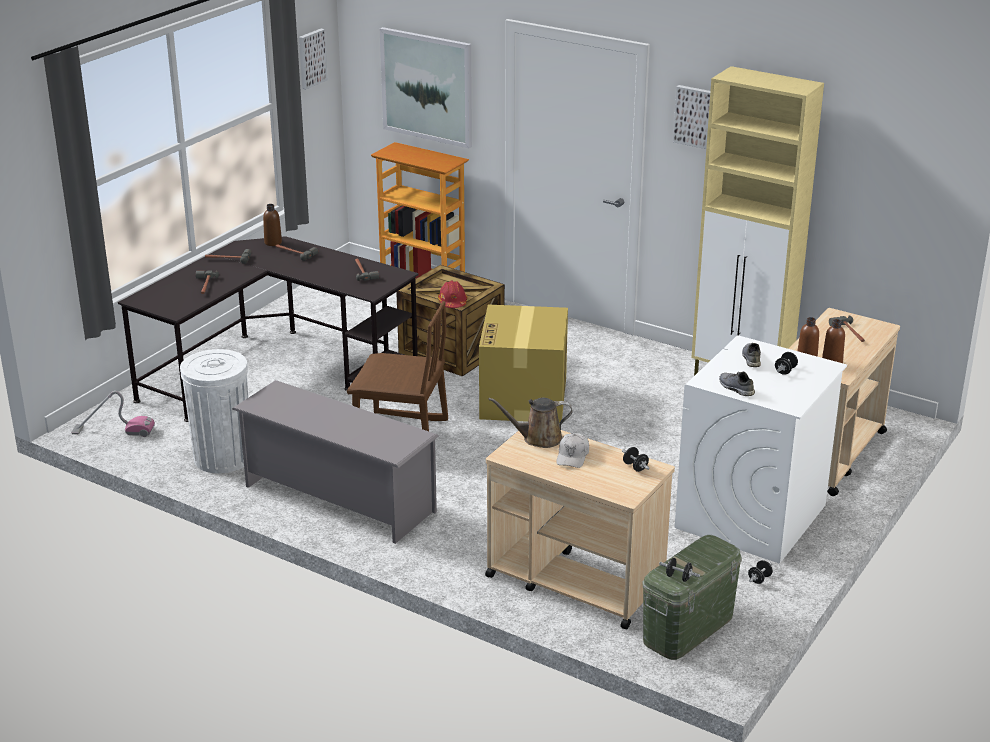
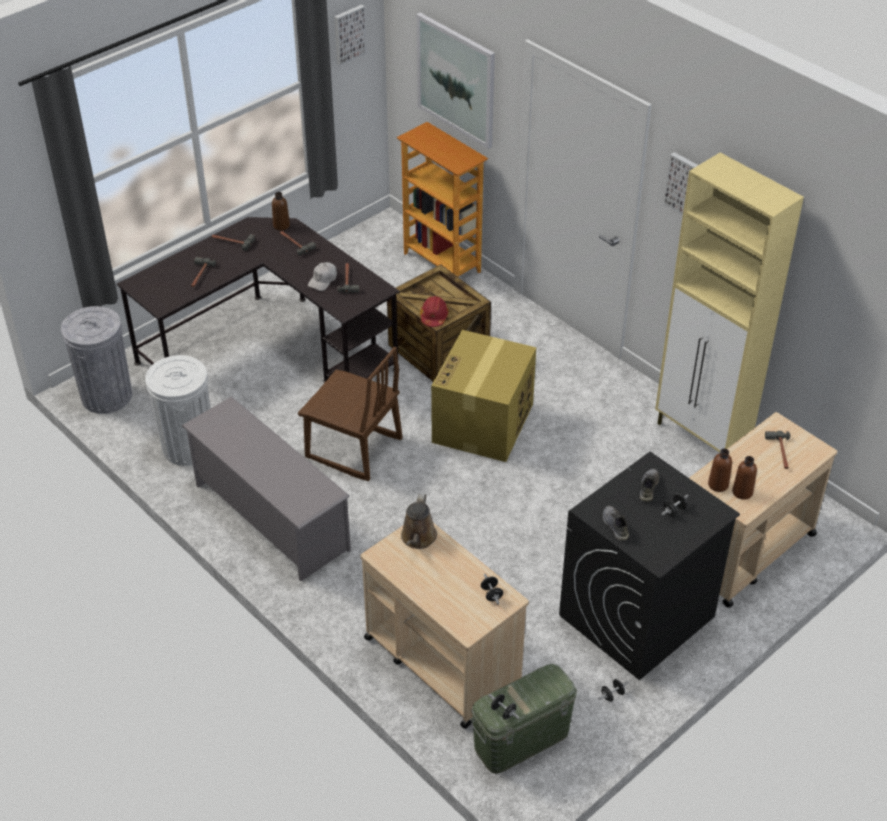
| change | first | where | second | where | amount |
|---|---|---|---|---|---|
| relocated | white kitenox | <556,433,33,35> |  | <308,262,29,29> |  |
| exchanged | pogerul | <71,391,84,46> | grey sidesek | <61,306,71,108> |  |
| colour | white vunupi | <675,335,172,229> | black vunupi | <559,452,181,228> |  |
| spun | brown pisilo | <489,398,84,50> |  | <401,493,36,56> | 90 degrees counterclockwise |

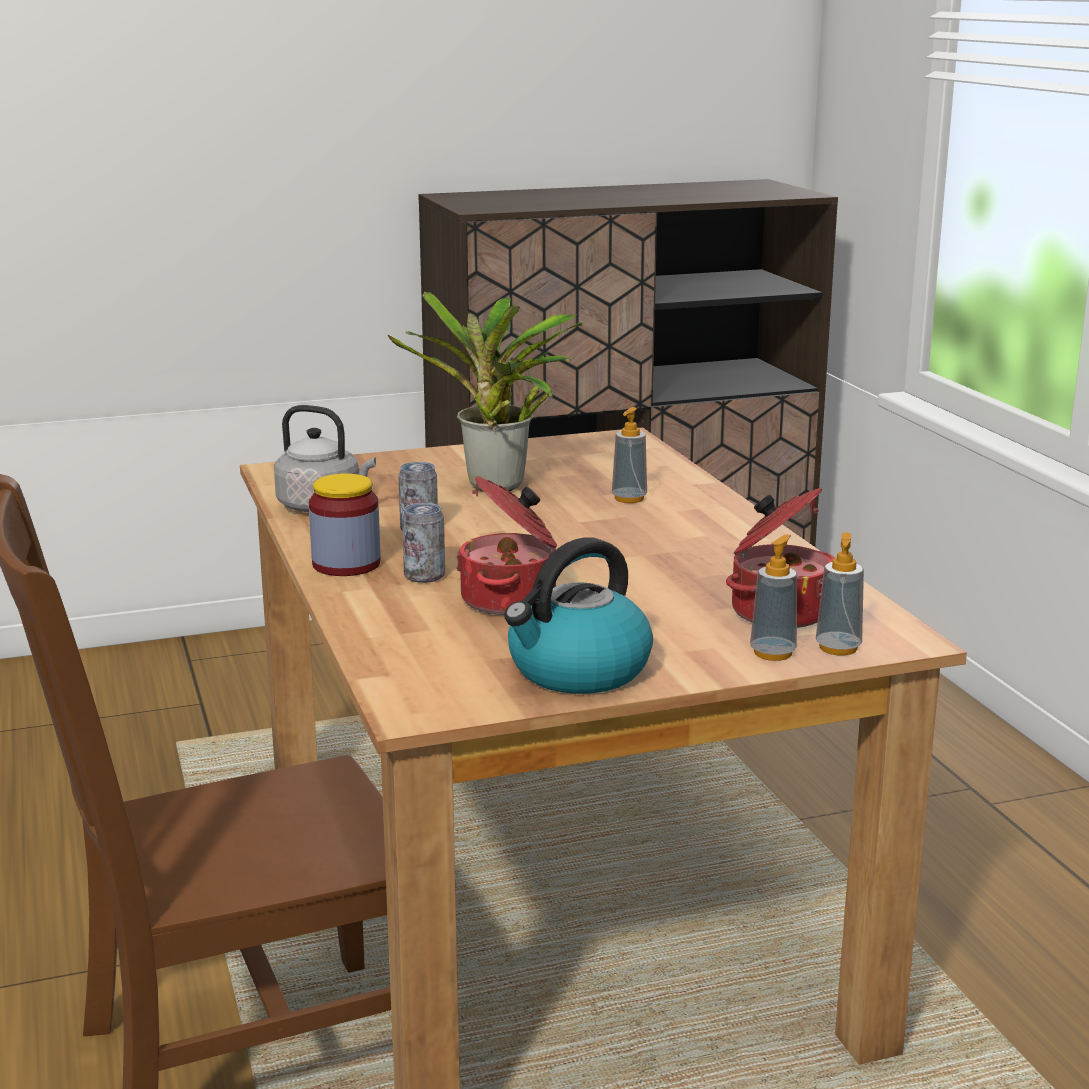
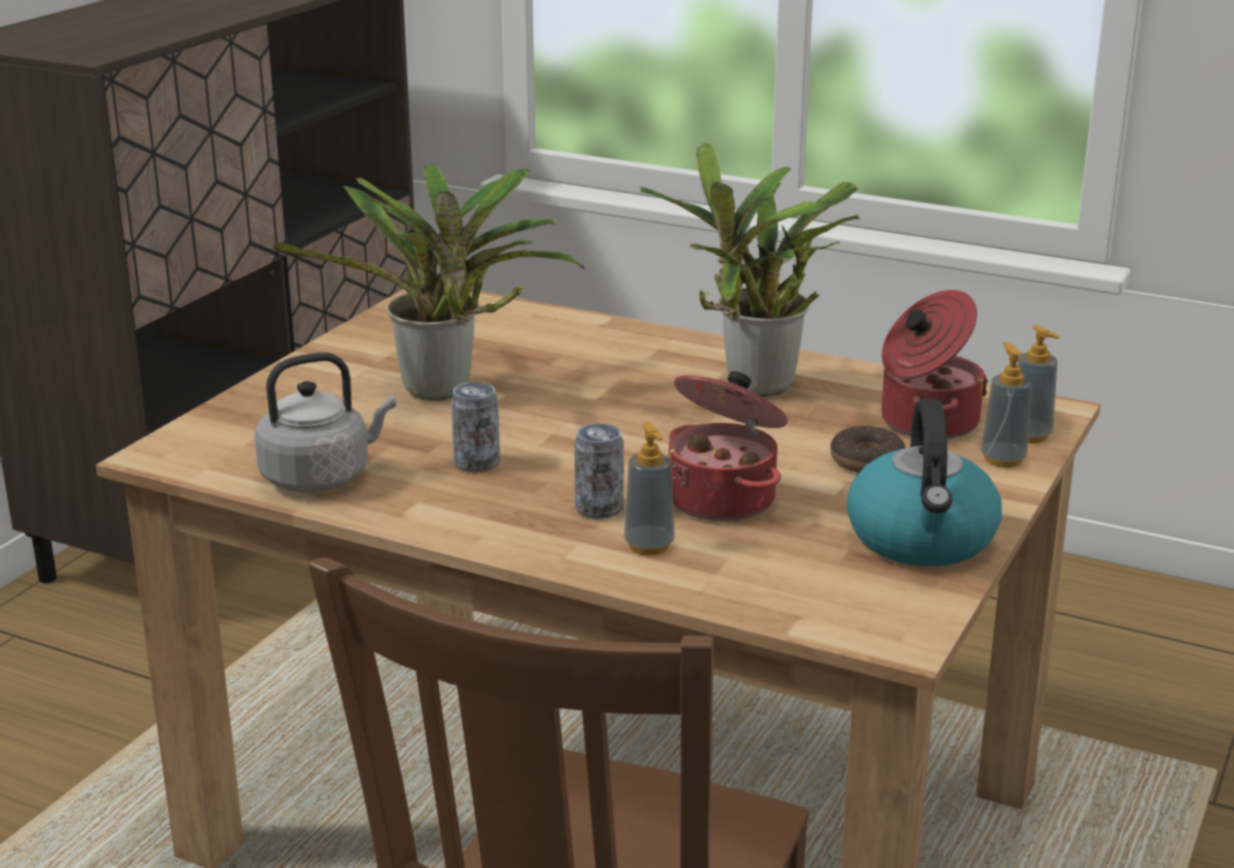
| change | first | where | second | where | amount |
|---|---|---|---|---|---|
| missing | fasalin | <309,473,72,103> |  |  |  |
| appeared |  |  | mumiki | <639,142,222,254> |  |
| appeared |  |  | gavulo | <830,426,75,47> |  |
| relocated | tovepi | <612,407,35,96> |  | <624,422,51,133> |  |

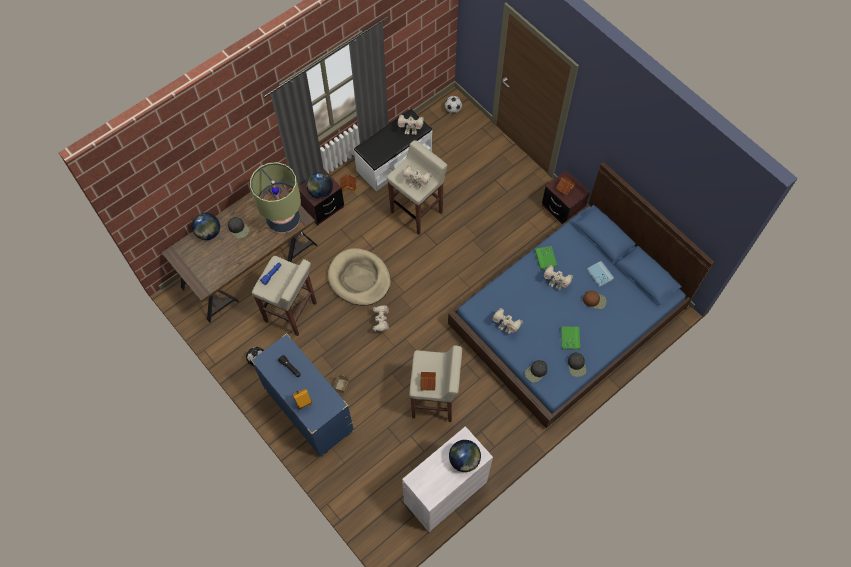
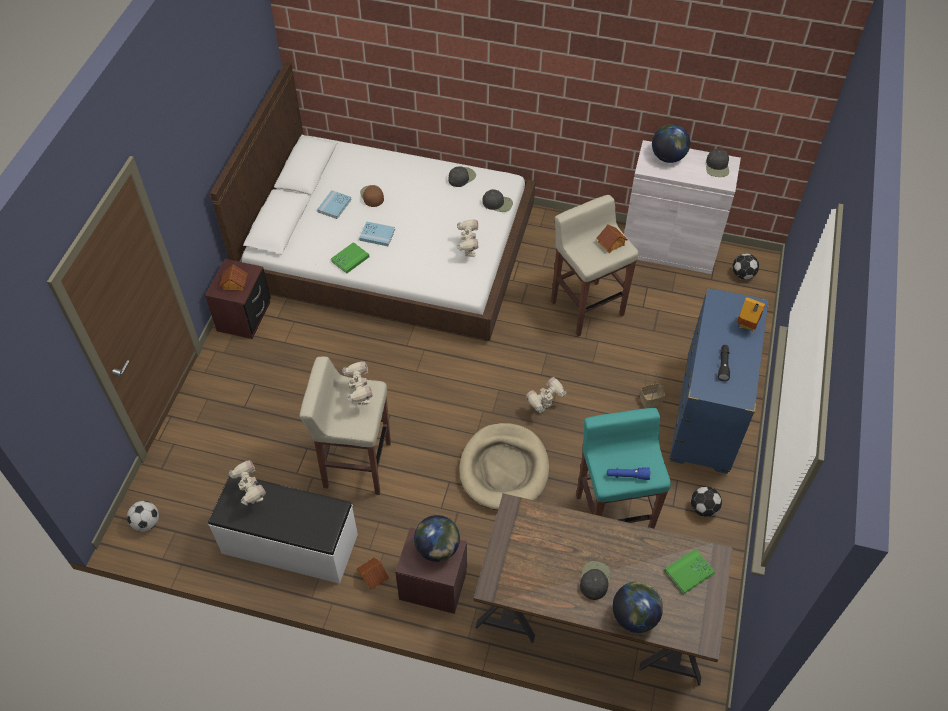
| change | first | where | second | where | amount |
|---|---|---|---|---|---|
| missing | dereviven | <250,162,51,71> |  |  |  |
| appeared |  |  | black kitenox | <706,149,23,28> |  |
| appeared |  |  | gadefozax | <733,254,26,25> |  |
| relocated | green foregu | <561,326,19,24> |  | <664,549,51,45> |  |
| exchanged | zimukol | <544,265,29,25> | blue foregu | <359,221,36,25> |  |
| colour | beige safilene | <252,256,65,80> | turquoise safilene | <576,408,95,121> |  |
| colour | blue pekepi | <448,162,266,266> | white pekepi | <210,62,325,279> |  |

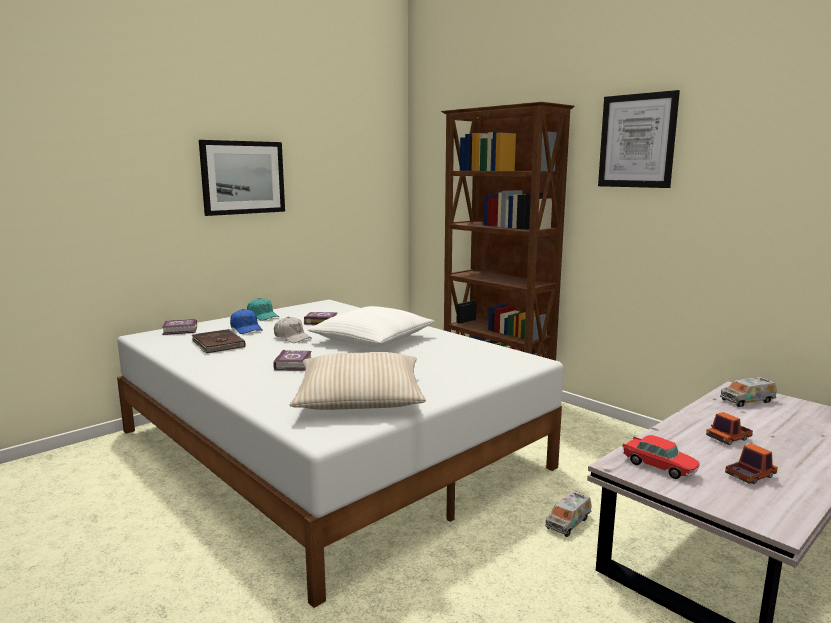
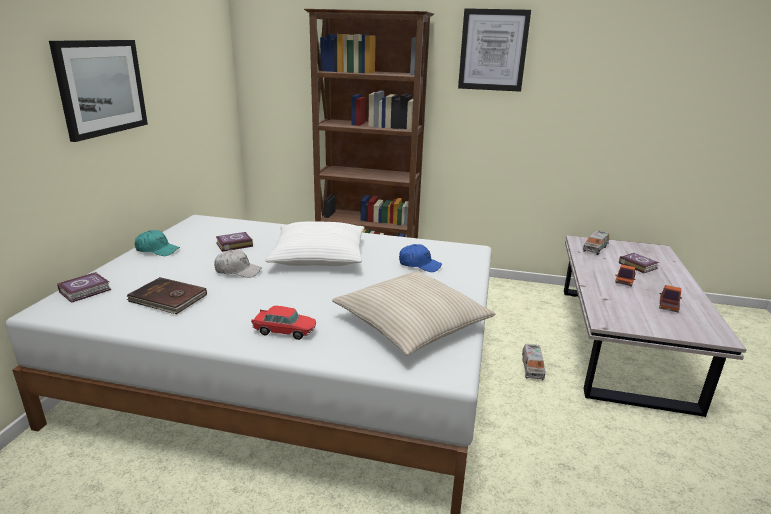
| change | first | where | second | where | amount |
|---|---|---|---|---|---|
| relocated | blue kitenox | <230,309,33,25> |  | <399,244,43,28> |  |
| relocated | foregu | <273,350,39,21> |  | <619,253,40,20> |  |
| relocated | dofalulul | <622,435,78,44> |  | <251,306,65,34> |  |

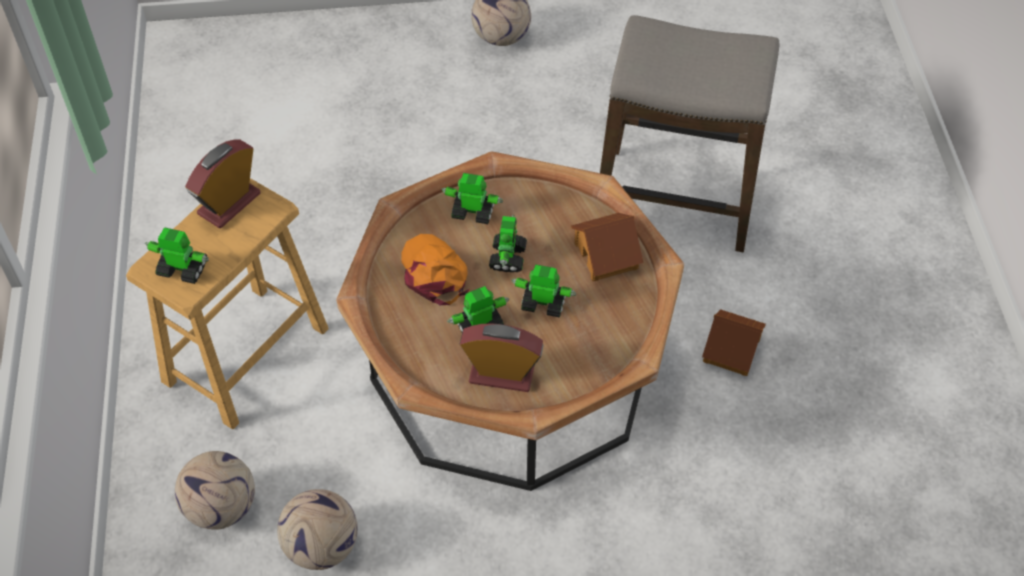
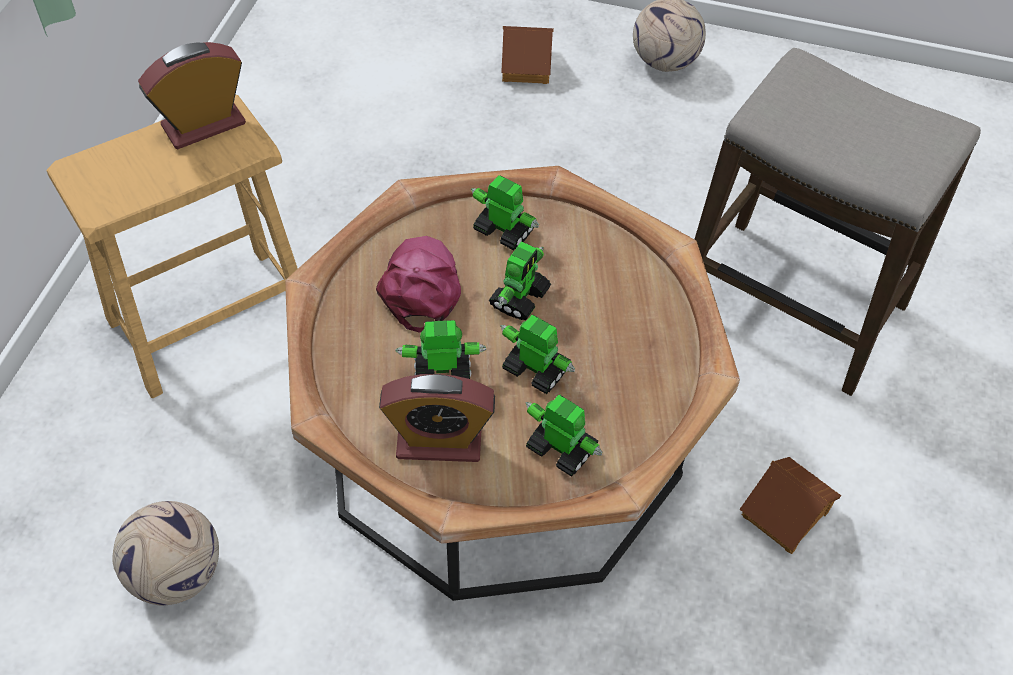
| change | first | where | second | where | amount |
|---|---|---|---|---|---|
| missing | gadefozax | <175,451,80,79> |  |  |  |
| relocated | zimukol | <145,228,64,56> |  | <526,395,77,82> |  |
| relocated | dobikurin | <571,213,72,68> |  | <501,26,53,58> |  |
| colour | orange kitenox | <401,234,69,71> | pink kitenox | <376,236,85,97> |  |
| spun | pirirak | <460,323,84,69> |  | <379,374,116,88> | 150 degrees clockwise |

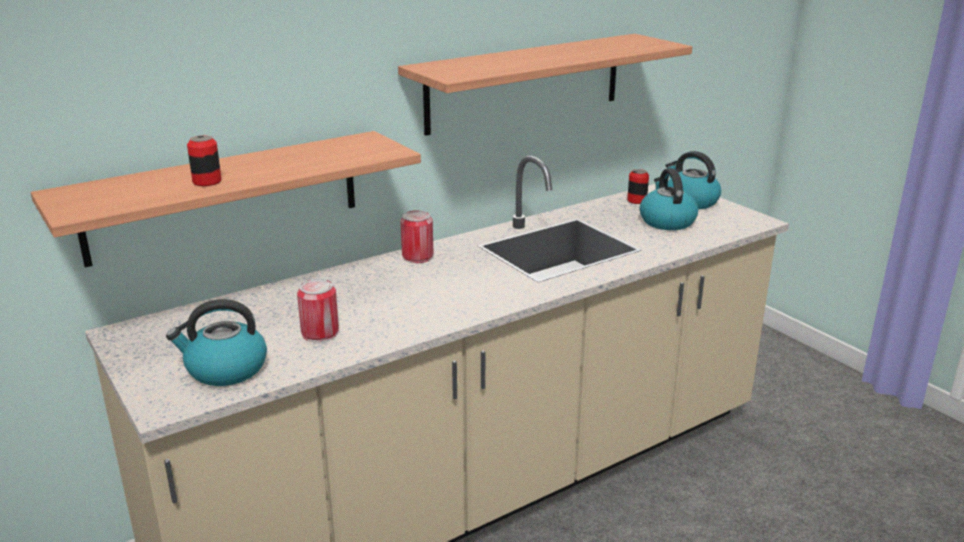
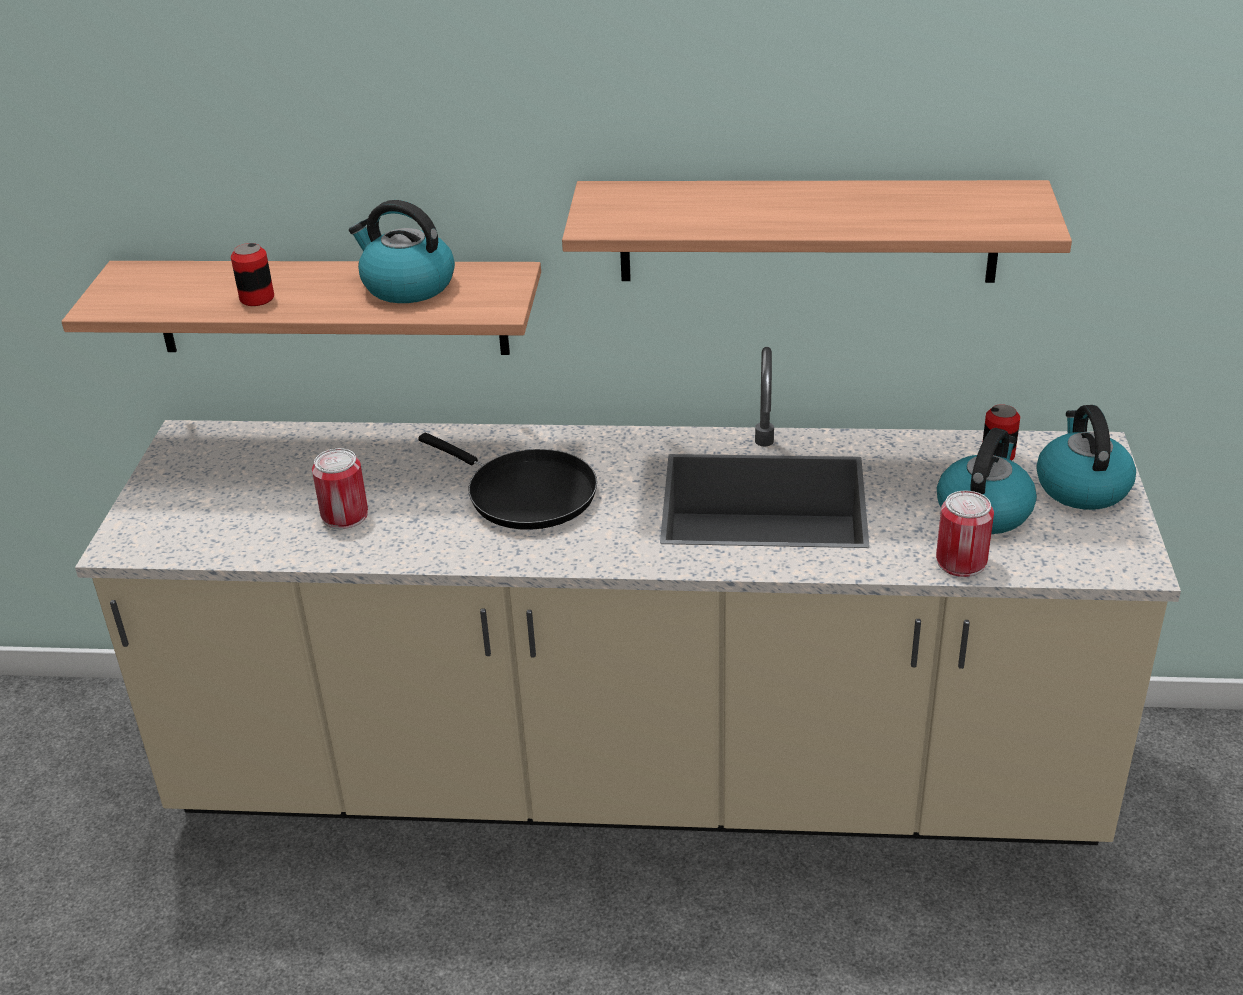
| change | first | where | second | where | amount |
|---|---|---|---|---|---|
| appeared |  |  | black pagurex | <418,433,179,97> |  |
| relocated | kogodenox | <166,299,101,87> |  | <349,200,106,103> |  |
| relocated | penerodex | <401,210,32,53> |  | <936,490,58,87> |  |

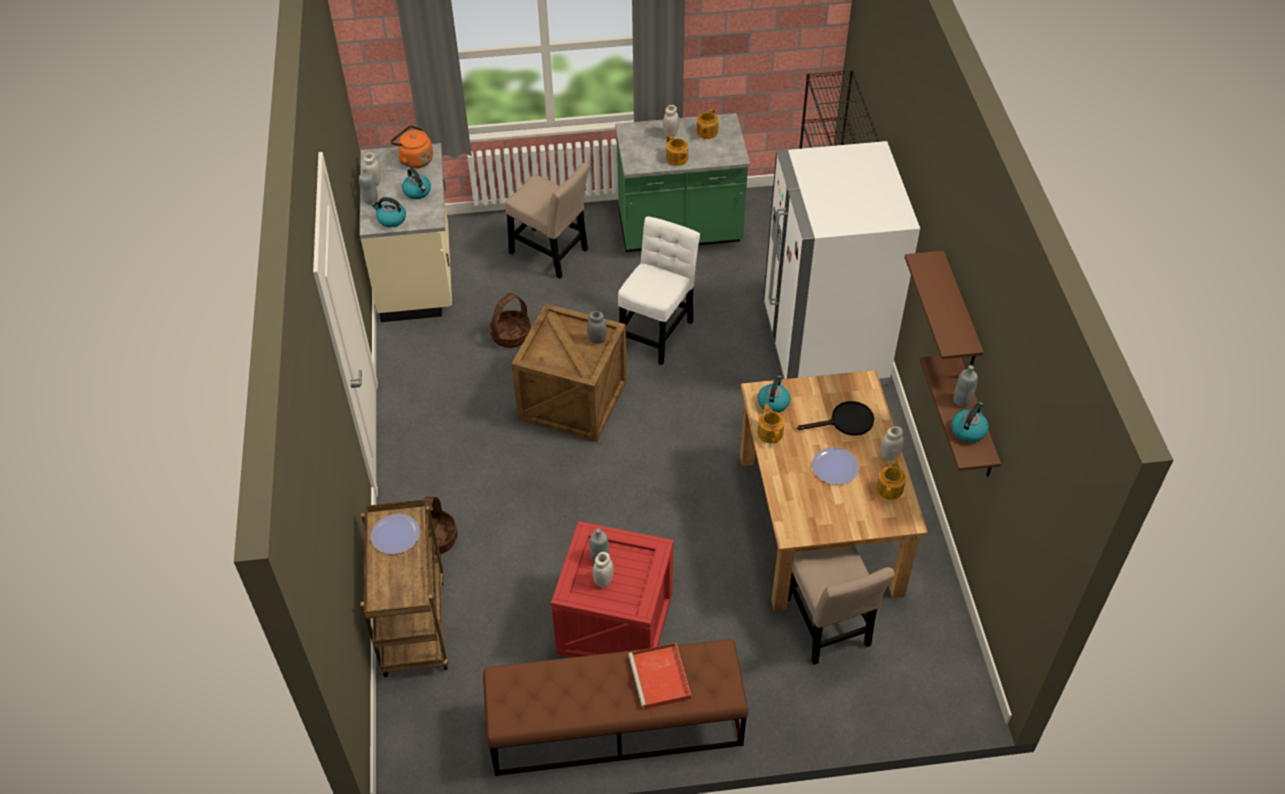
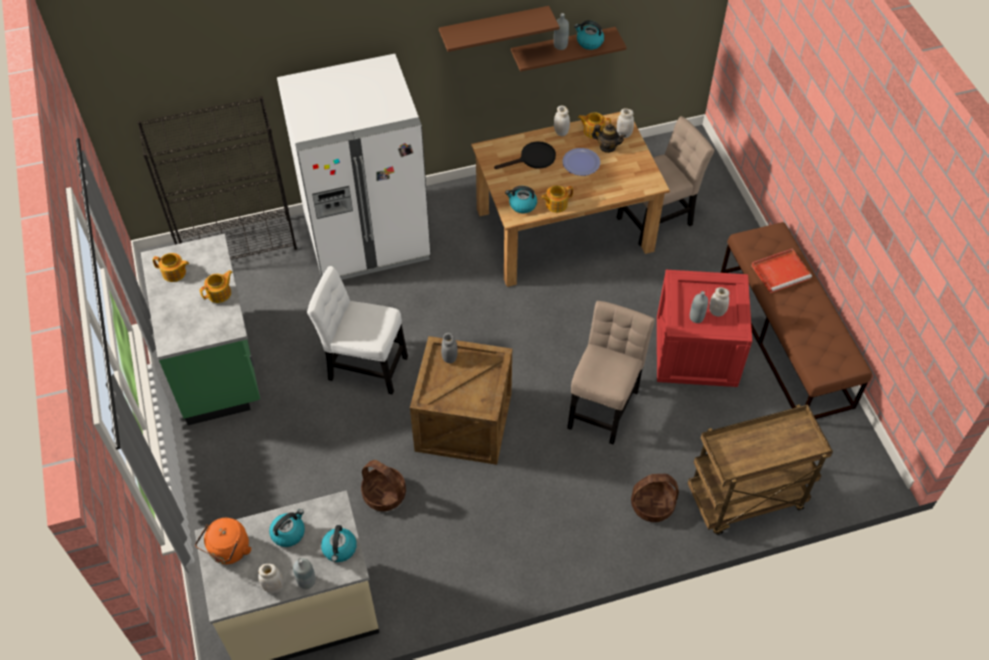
| change | first | where | second | where | amount |
|---|---|---|---|---|---|
| missing | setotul | <371,514,49,40> |  |  |  |
| appeared |  |  | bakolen | <591,124,35,29> |  |
| relocated | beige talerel | <505,163,85,115> |  | <567,301,88,144> |  |
| relocated | white fasalin | <663,105,16,33> |  | <617,108,17,30> |  |
| spun | black pagurex | <797,401,77,35> |  | <494,141,62,28> | 90 degrees clockwise |

